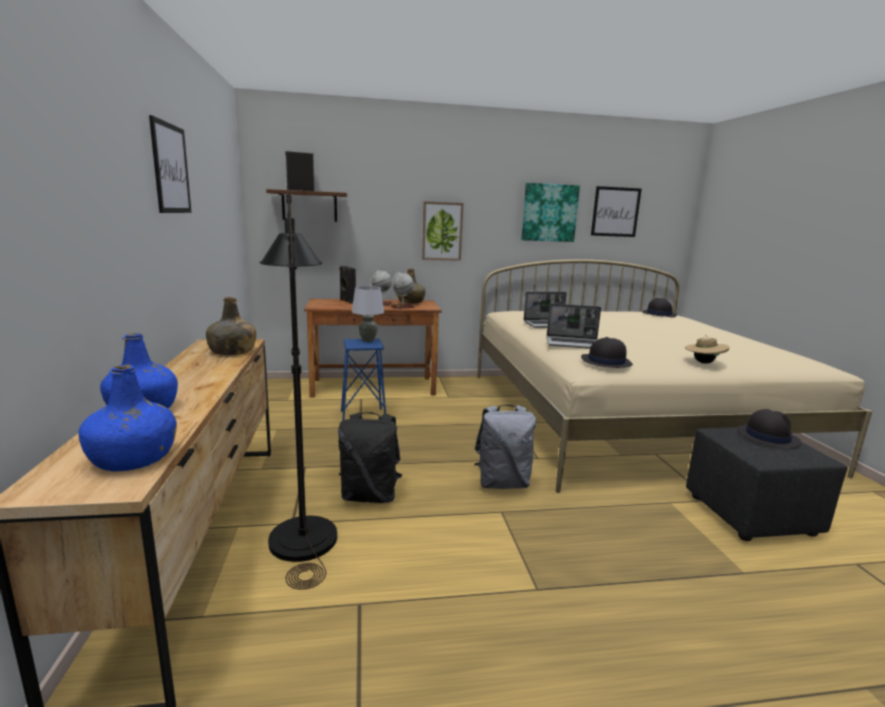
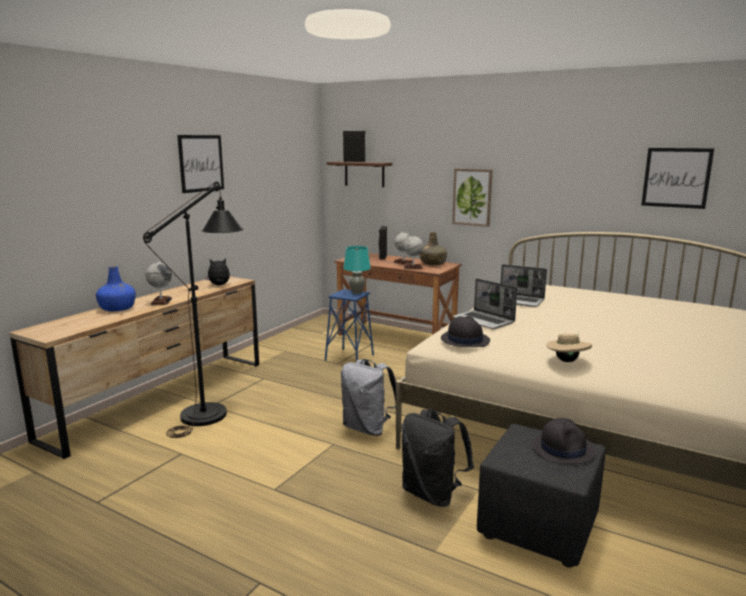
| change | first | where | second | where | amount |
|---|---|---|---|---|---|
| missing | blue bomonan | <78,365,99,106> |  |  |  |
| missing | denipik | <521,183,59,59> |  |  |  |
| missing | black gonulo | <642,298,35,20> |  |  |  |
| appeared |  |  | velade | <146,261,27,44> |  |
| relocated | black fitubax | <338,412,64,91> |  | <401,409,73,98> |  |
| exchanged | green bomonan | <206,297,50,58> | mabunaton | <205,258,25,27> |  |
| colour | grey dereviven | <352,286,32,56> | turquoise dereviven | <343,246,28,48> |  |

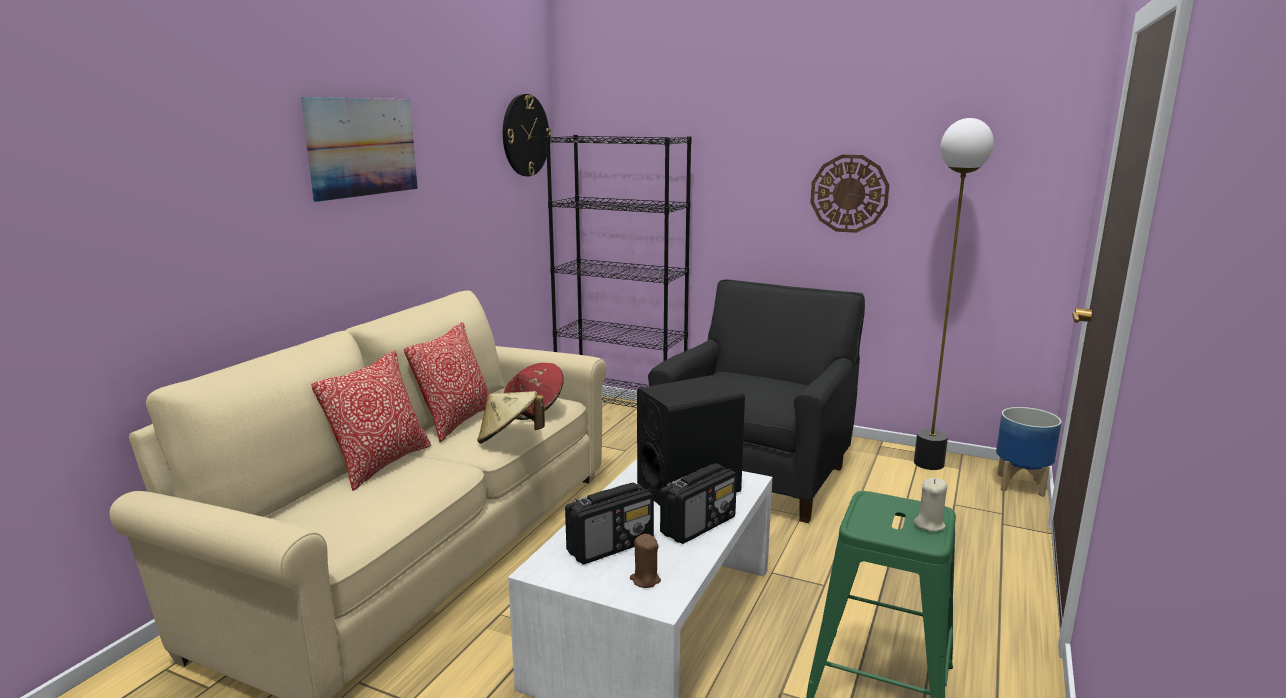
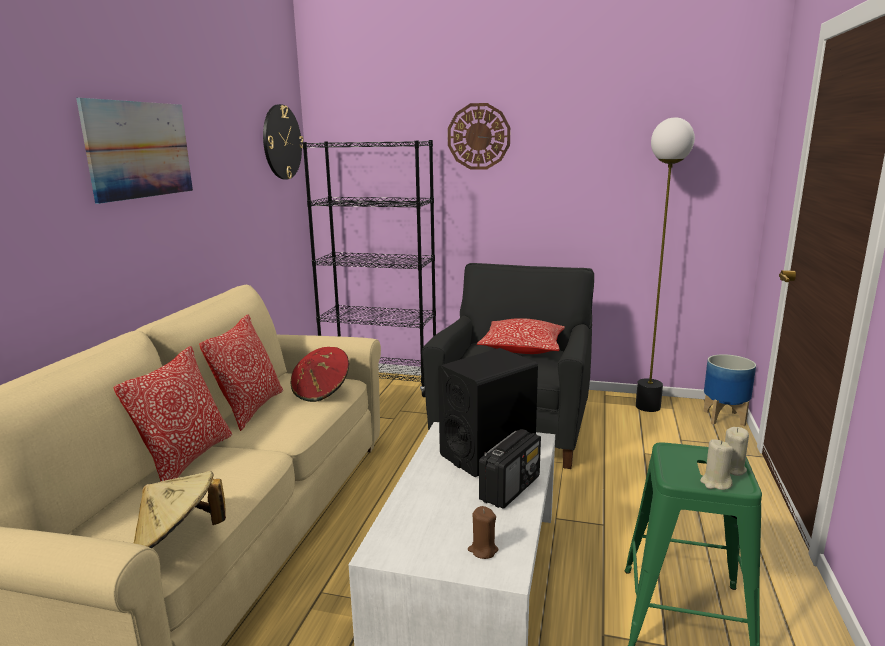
| change | first | where | second | where | amount |
|---|---|---|---|---|---|
| missing | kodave | <565,483,89,82> |  |  |  |
| appeared |  |  | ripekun | <477,318,88,36> |  |
| appeared |  |  | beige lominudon | <700,440,34,50> |  |
| relocated | beige gonulo | <477,391,68,53> |  | <134,471,92,77> |  |
| relocated | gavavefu | <810,155,79,78> |  | <448,103,62,67> |  |

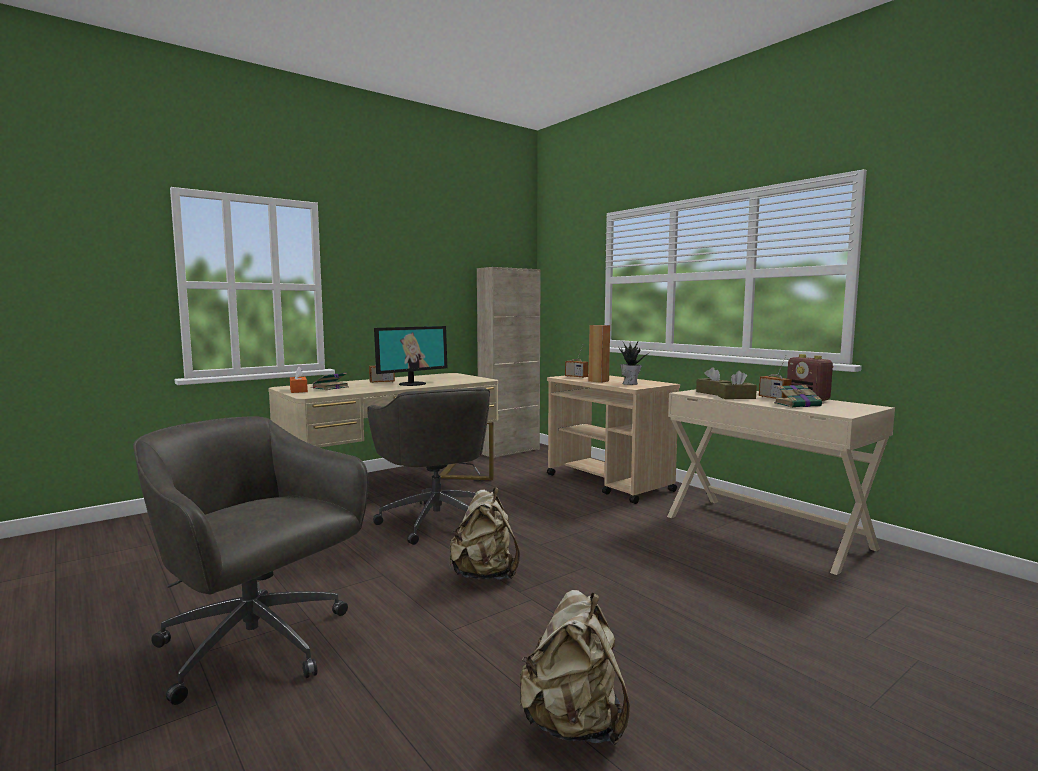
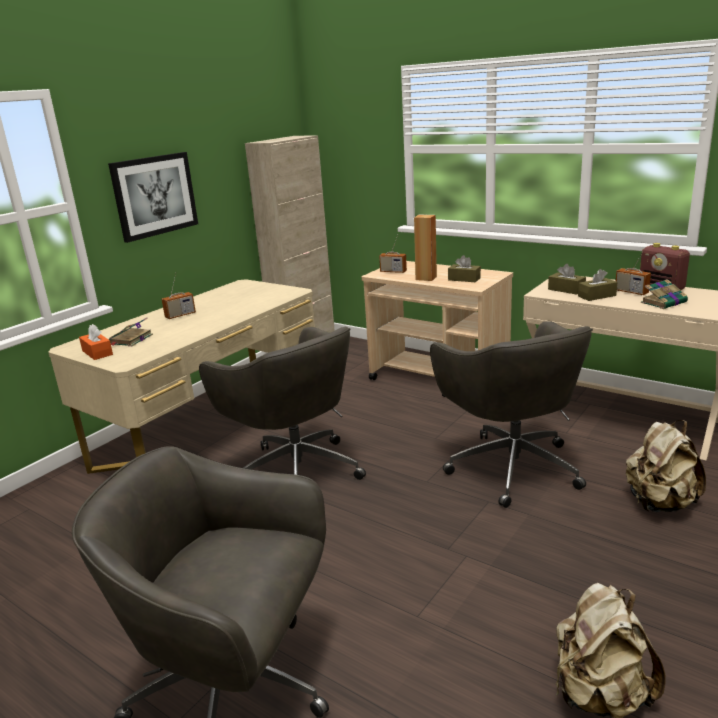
| change | first | where | second | where | amount |
|---|---|---|---|---|---|
| missing | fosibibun | <374,326,73,60> |  |  |  |
| appeared |  |  | denipik | <108,152,90,91> |  |
| appeared |  |  | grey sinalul | <430,321,163,187> |  |
| relocated | beige fitubax | <449,487,71,93> |  | <626,420,80,92> |  |
| exchanged | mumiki | <618,342,29,43> | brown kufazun | <448,255,33,27> |  |

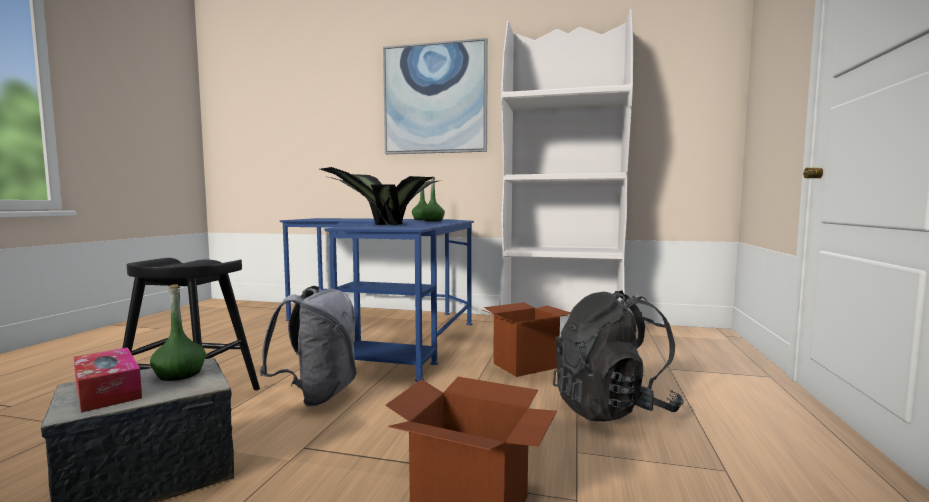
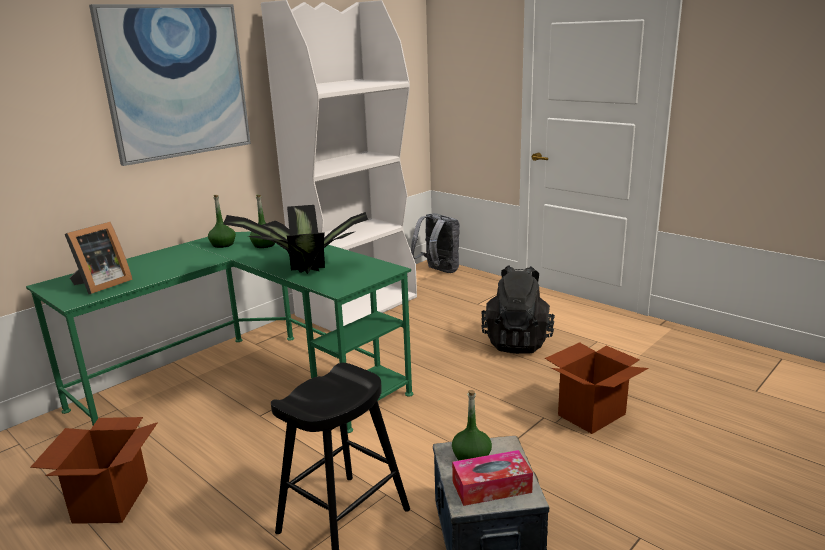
| change | first | where | second | where | amount |
|---|---|---|---|---|---|
| appeared |  |  | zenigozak | <65,222,68,72> |  |
| relocated | grey fitubax | <259,286,98,121> |  | <411,213,49,60> |  |
| relocated | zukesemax | <483,302,88,75> |  | <30,417,128,107> |  |
| colour | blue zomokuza | <280,218,194,164> | green zomokuza | <26,231,387,202> |  |

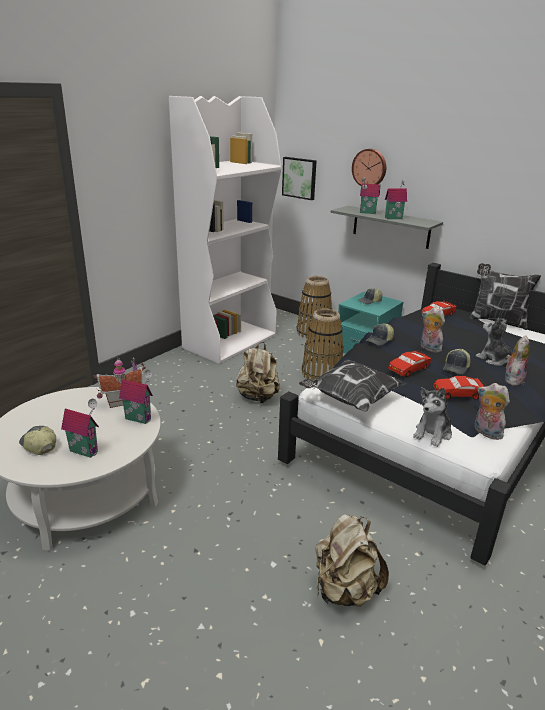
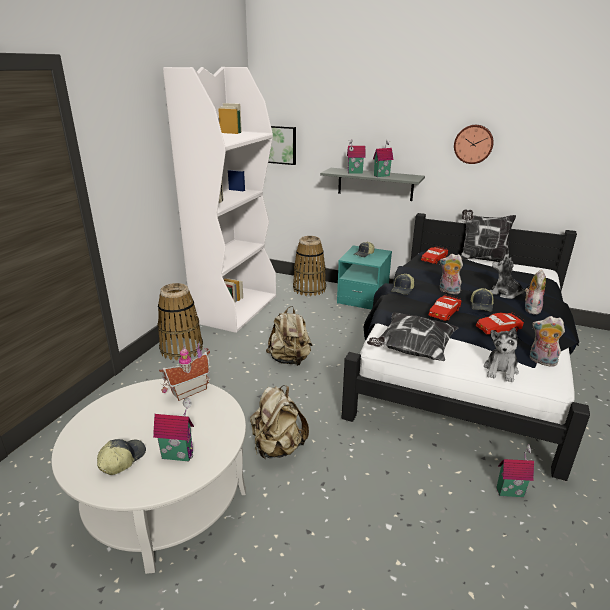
| change | first | where | second | where | amount |
|---|---|---|---|---|---|
| relocated | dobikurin | <119,370,34,54> |  | <496,444,39,53> |  |
| relocated | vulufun | <302,308,42,72> |  | <157,283,46,78> |  |
| relocated | beige fitubax | <315,514,74,93> |  | <250,385,59,74> |  |
| relocated | gavavefu | <352,149,34,37> |  | <454,125,40,39> |  |
| spun | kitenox | <19,426,37,29> |  | <97,439,49,36> | 90 degrees clockwise |

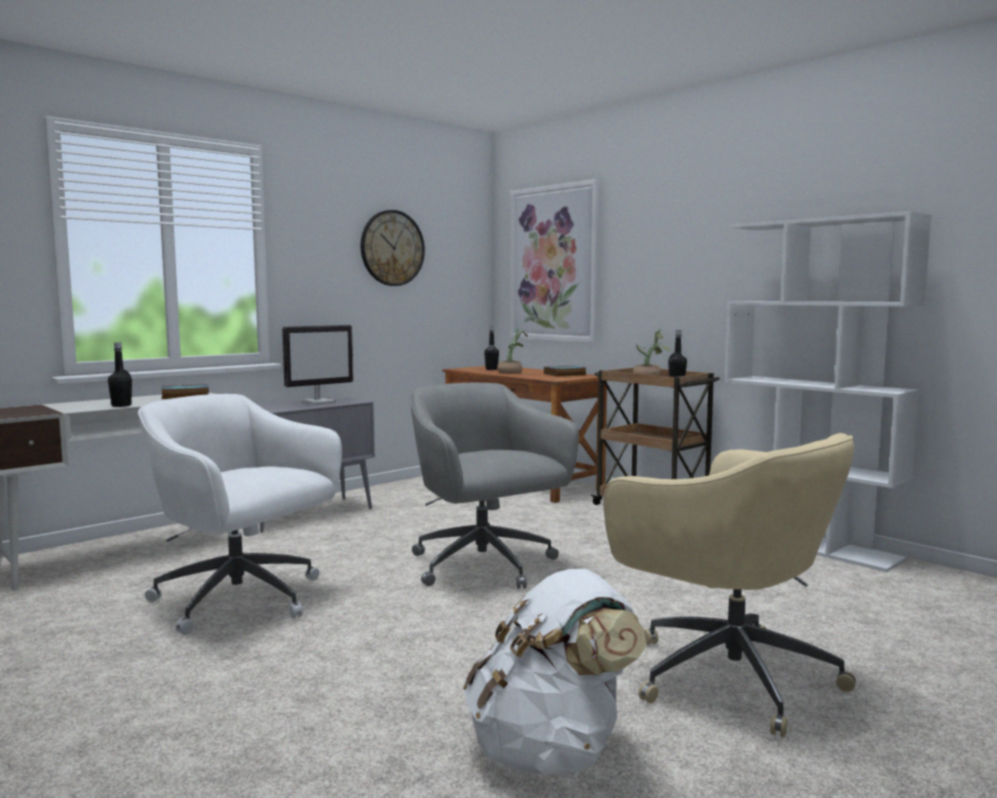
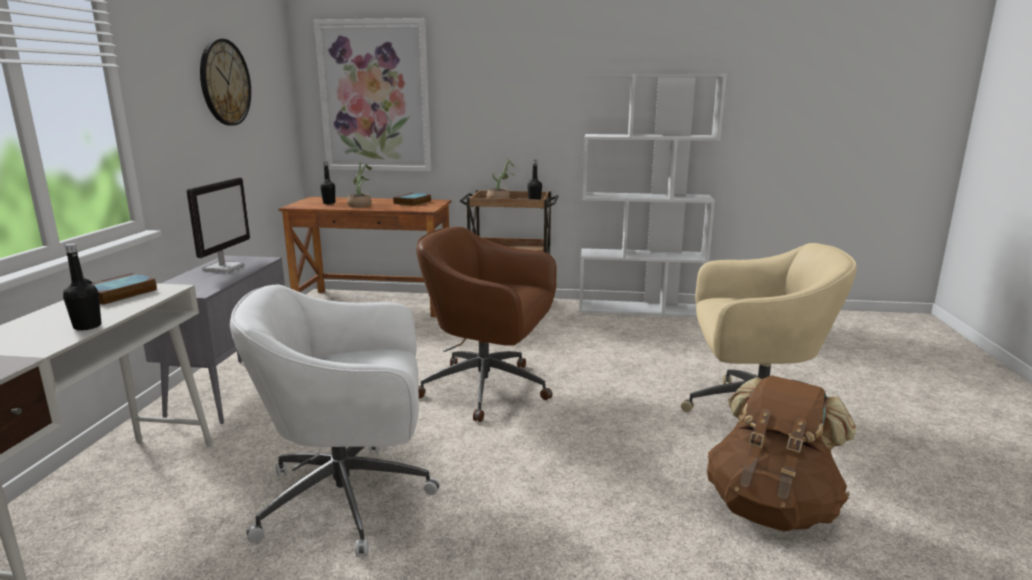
| change | first | where | second | where | amount |
|---|---|---|---|---|---|
| colour | grey sinalul | <410,383,169,206> | brown sinalul | <416,227,141,195> |  |
| colour | white fitubax | <463,569,184,206> | brown fitubax | <707,375,149,156> |  |

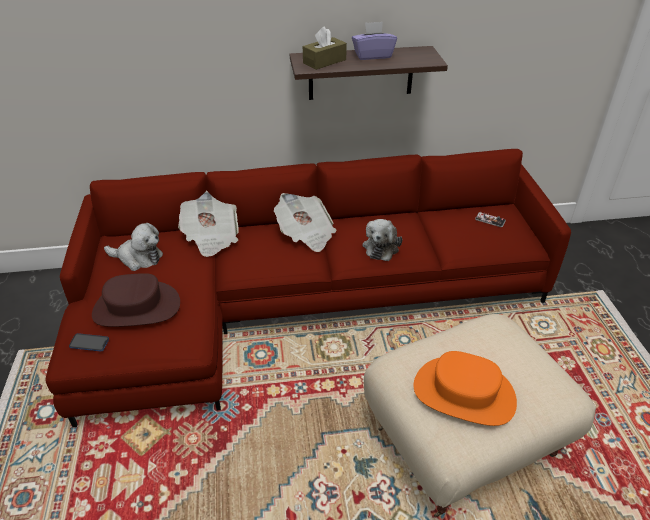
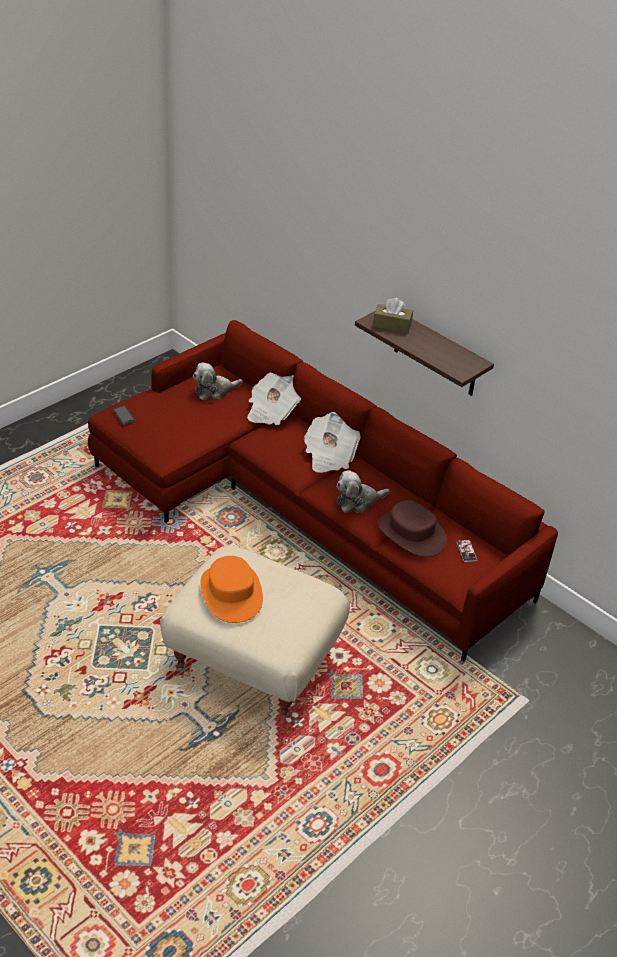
| change | first | where | second | where | amount |
|---|---|---|---|---|---|
| missing | purple kufazun | <352,22,45,38> |  |  |  |
| relocated | brown gonulo | <92,273,88,54> |  | <378,500,69,57> |  |
| spun | mabunaton | <104,223,59,48> |  | <193,363,50,37> | 90 degrees clockwise |

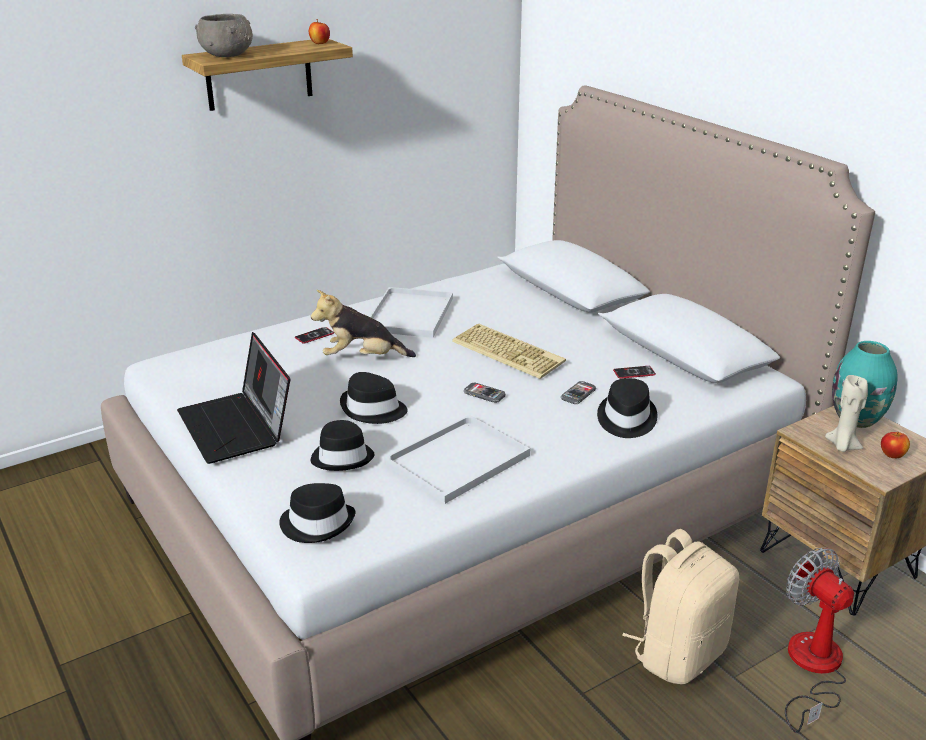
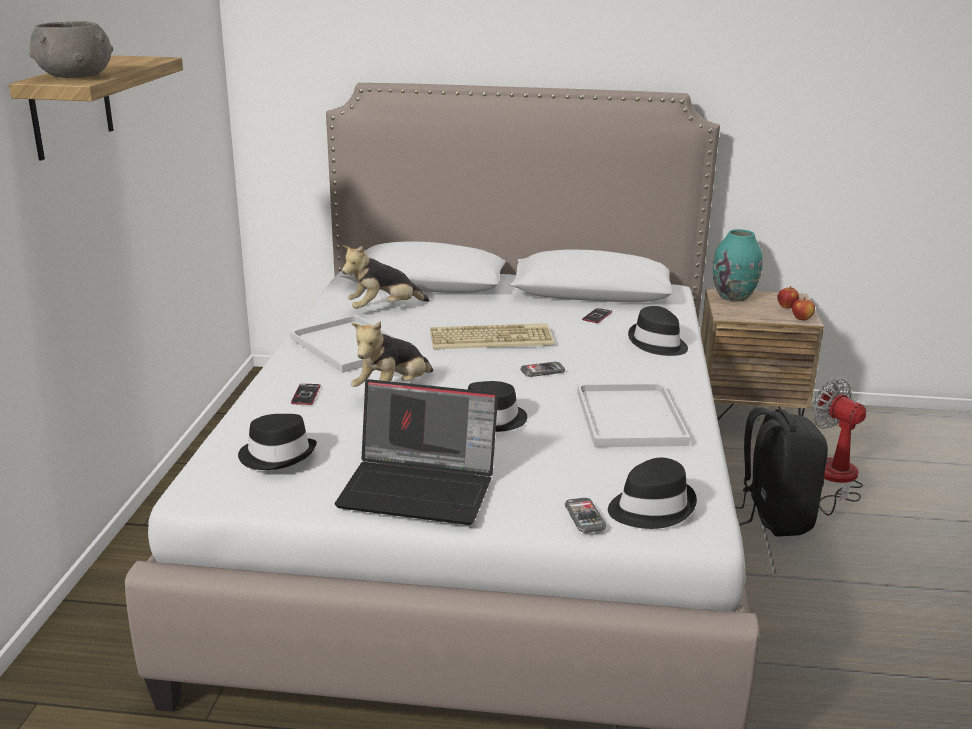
| change | first | where | second | where | amount |
|---|---|---|---|---|---|
| missing | beige lominudon | <825,375,43,77> |  |  |  |
| appeared |  |  | mabunaton | <342,245,88,64> |  |
| relocated | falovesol | <309,19,21,25> |  | <792,297,23,24> |  |
| relocated | black gonulo | <311,420,64,51> |  | <238,414,79,56> |  |
| relocated | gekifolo | <561,381,35,23> |  | <565,498,42,35> |  |
| colour | beige fitubax | <622,529,117,155> | black fitubax | <735,407,93,130> |  |
| spun | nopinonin | <785,548,69,185> |  | <812,379,54,136> | 45 degrees clockwise |

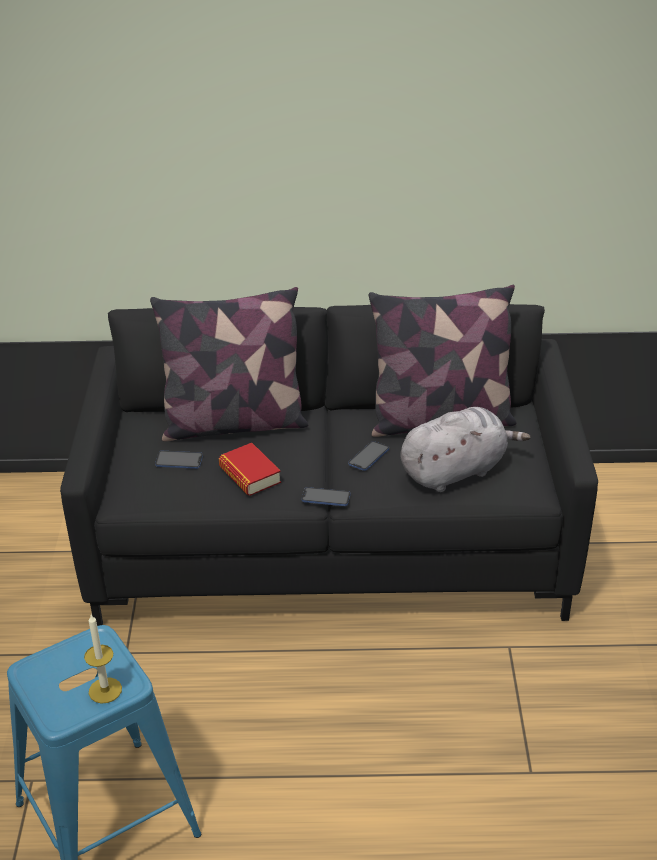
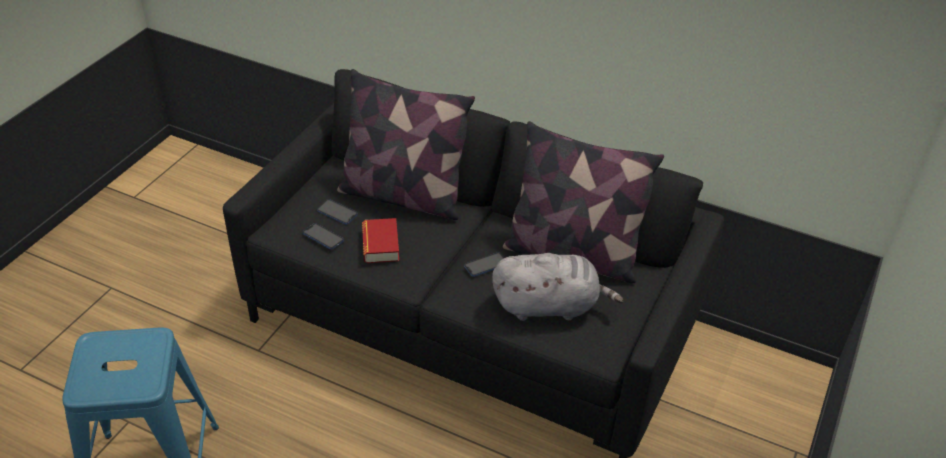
| change | first | where | second | where | amount |
|---|---|---|---|---|---|
| missing | lominudon | <84,615,38,88> |  |  |  |
| relocated | gekifolo | <301,487,49,19> |  | <303,223,41,26> |  |

